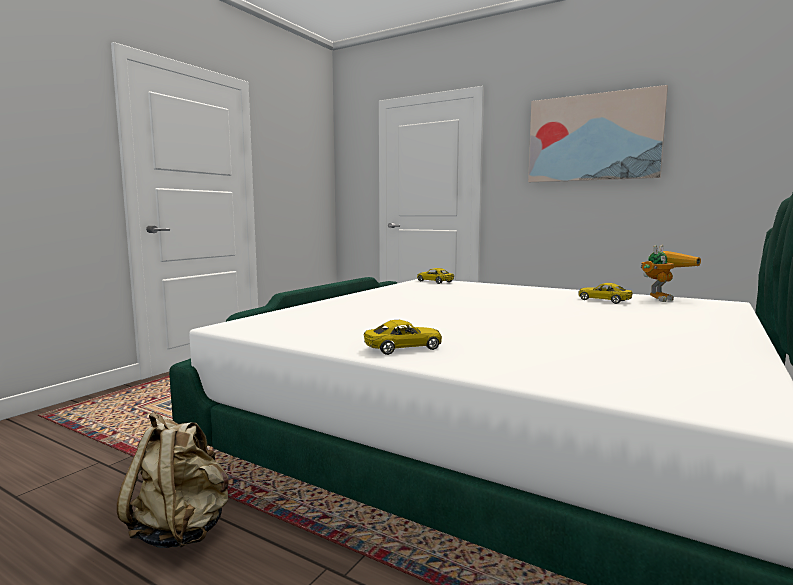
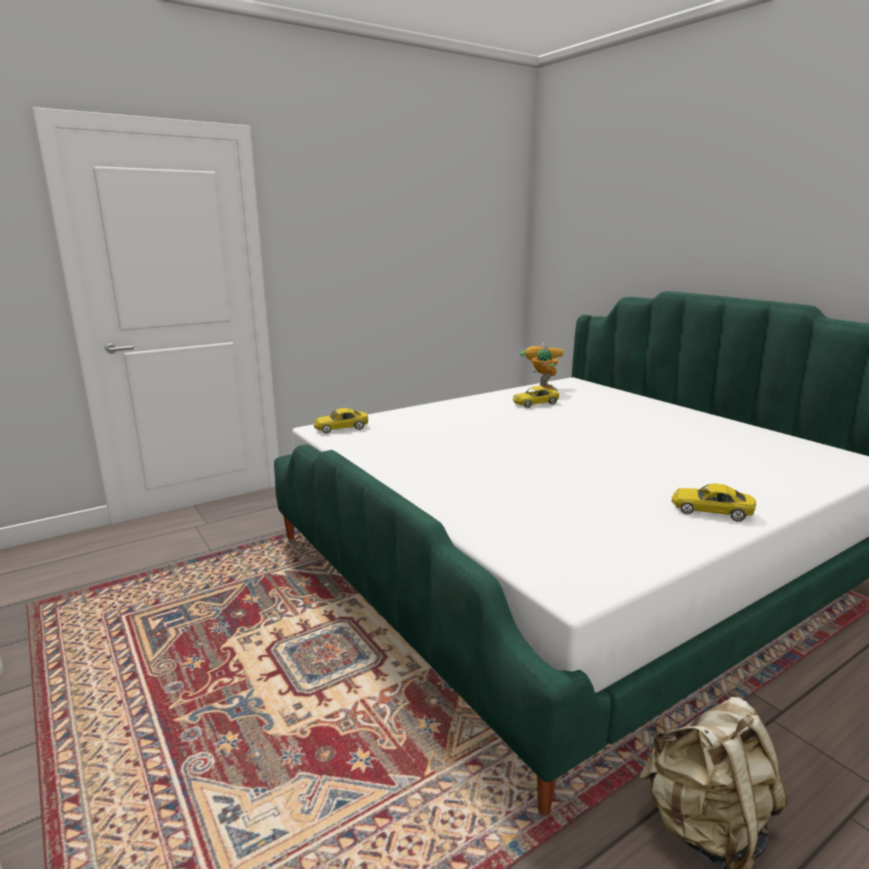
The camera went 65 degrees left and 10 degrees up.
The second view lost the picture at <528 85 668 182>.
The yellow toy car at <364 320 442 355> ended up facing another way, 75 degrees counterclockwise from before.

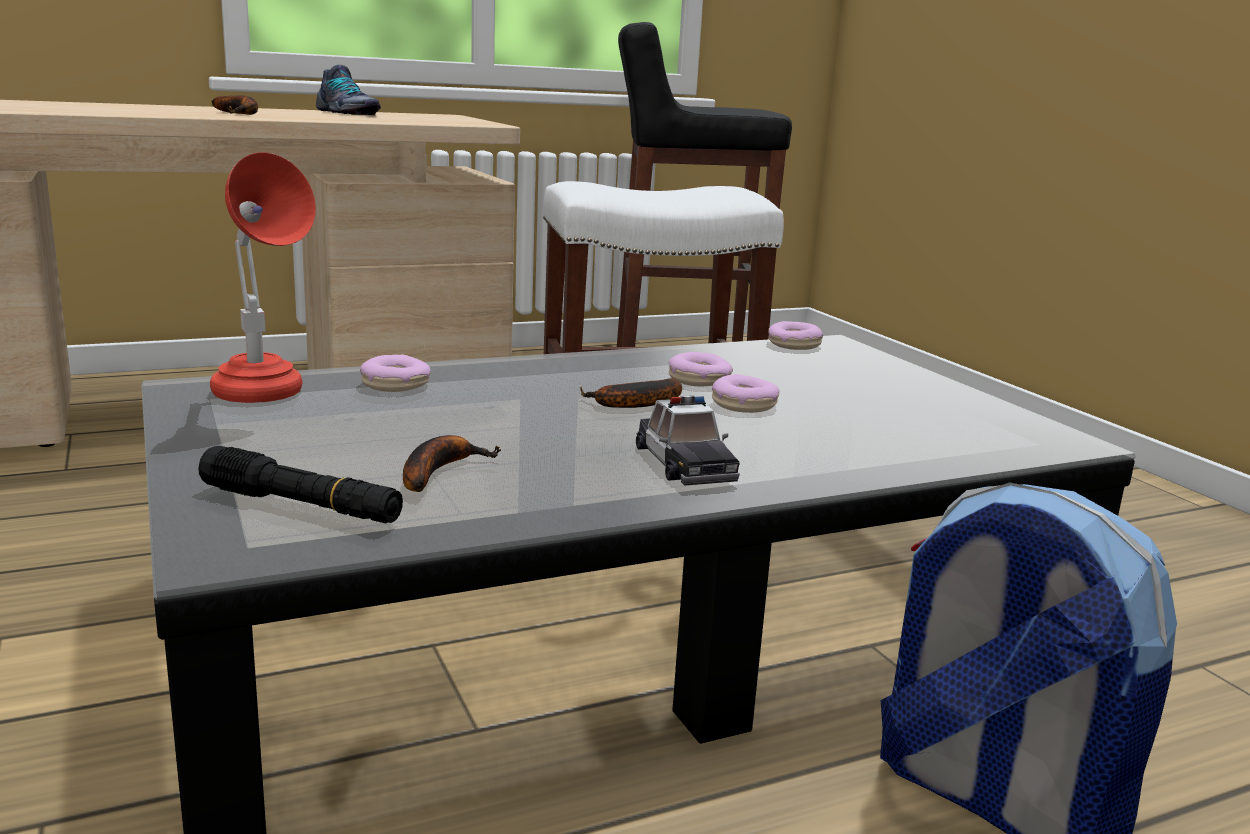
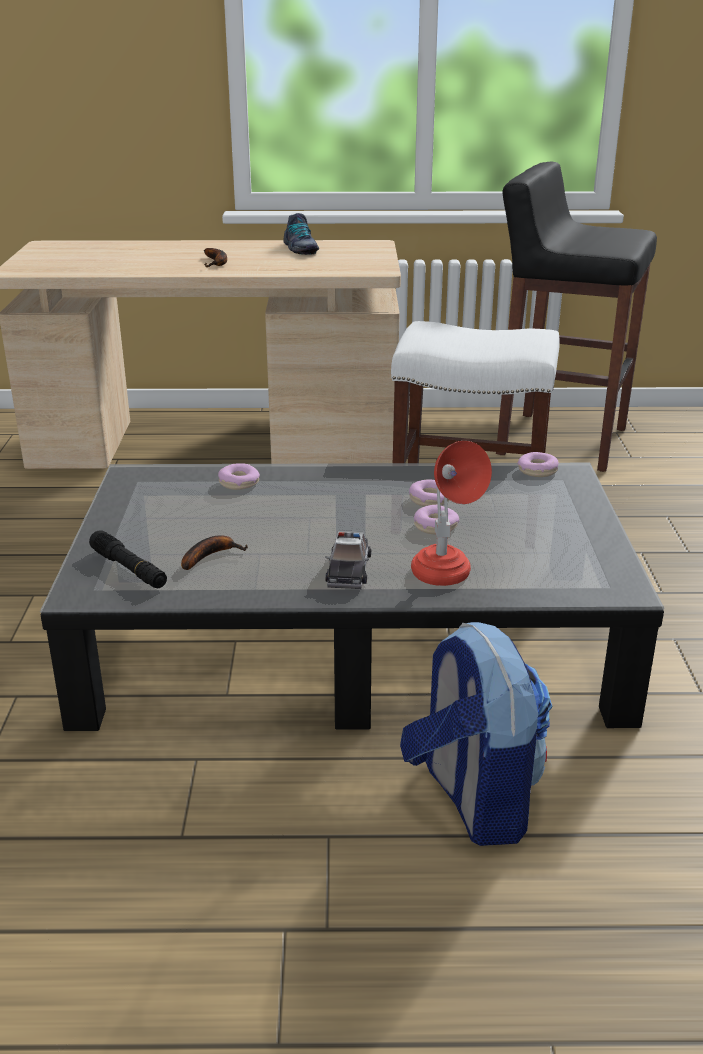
The camera went 25 degrees right and 10 degrees up.
The second view lost the banana at <580 378 682 408>.
The red table lamp ended up elsewhere, having gone from <210 152 316 403> to <411 441 492 586>.

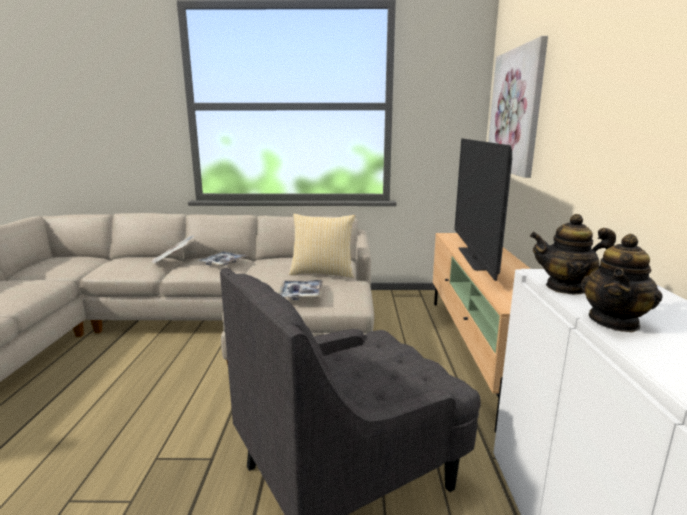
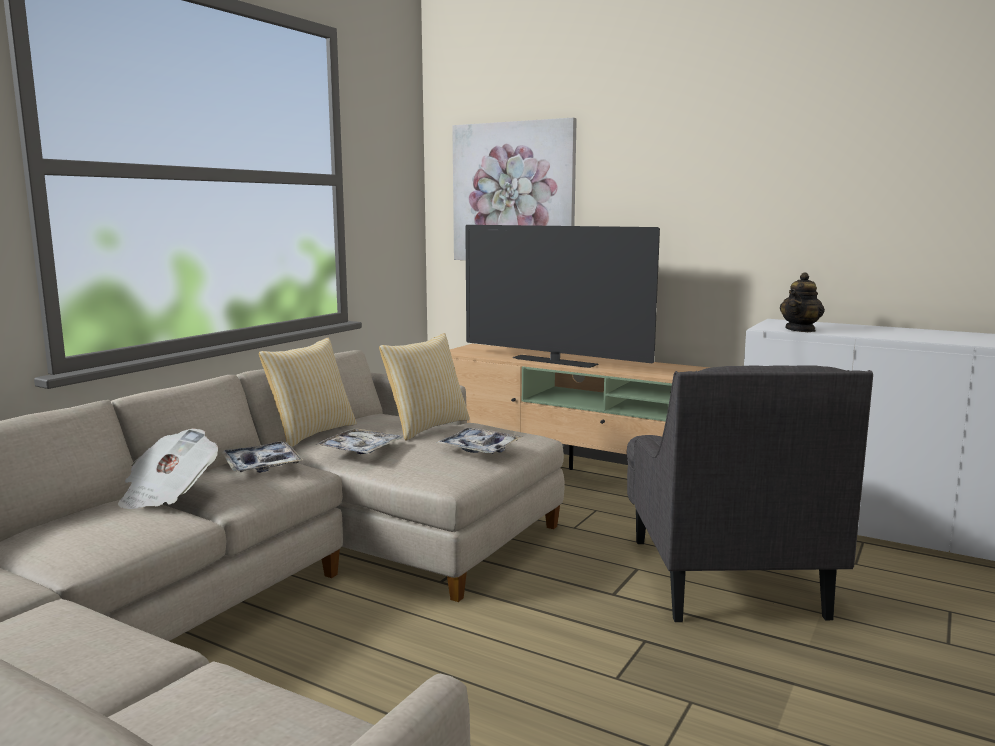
The camera went 60 degrees left and 5 degrees down.
The second view lost the teapot at <581 234 663 332>.
The second view gained the pillow at <259 337 357 447>.
The second view gained the tray at <316 428 403 454>.

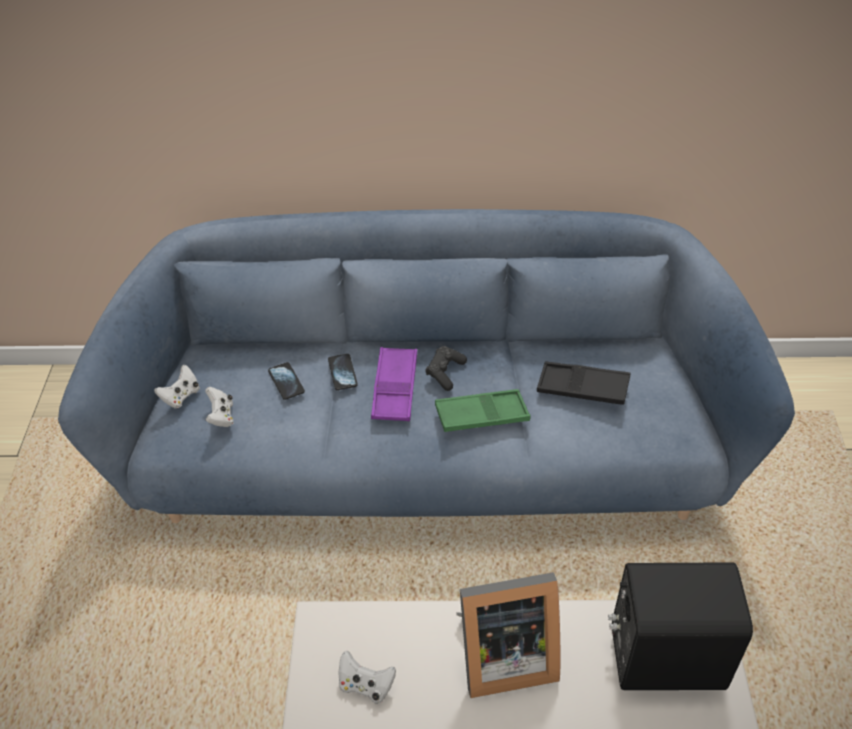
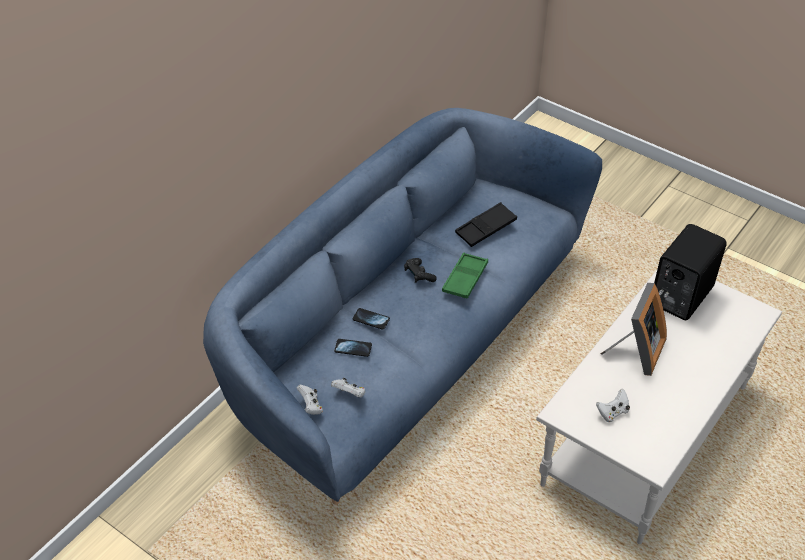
The camera went 55 degrees left and 0 degrees up.
The second view lost the purple tray at <371 347 417 421>.

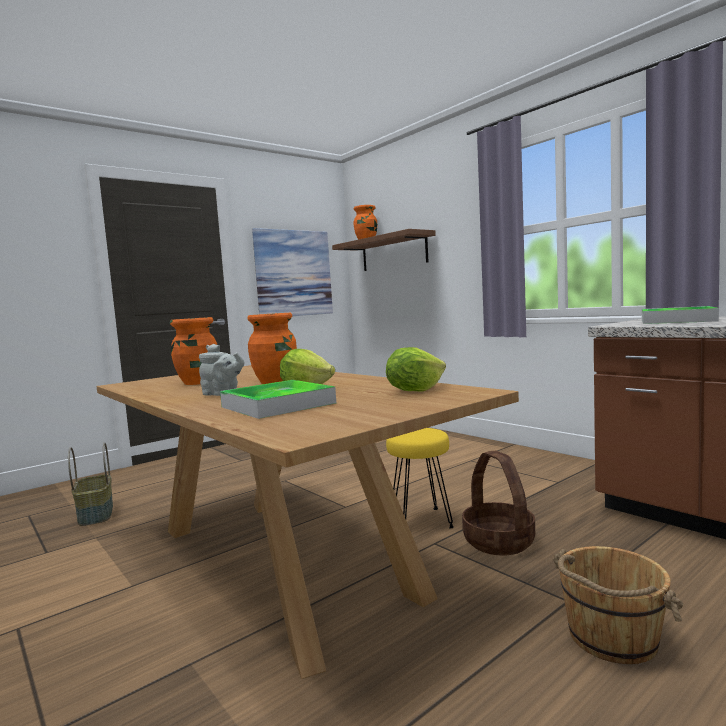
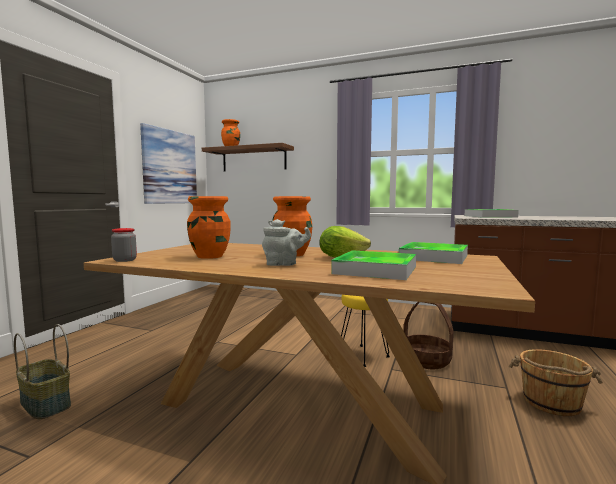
The camera went 30 degrees left and 0 degrees up.
The second view gained the jar at <111 228 137 262>.
Where the lettuce stood at <386 347 446 392>, the tray came to stand at <399 242 468 264>.

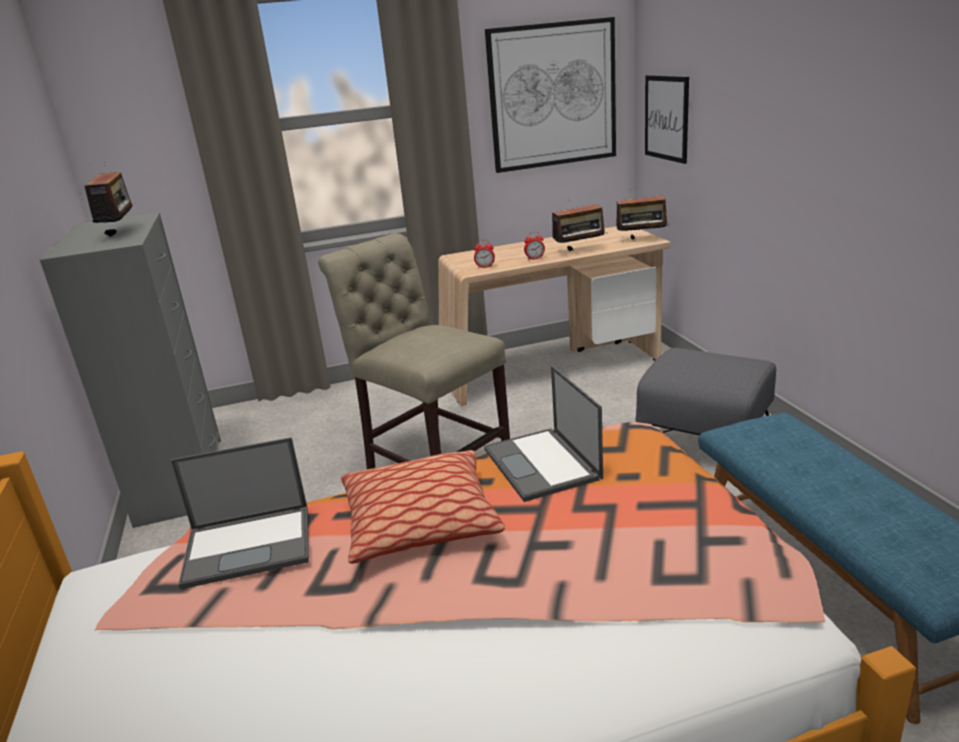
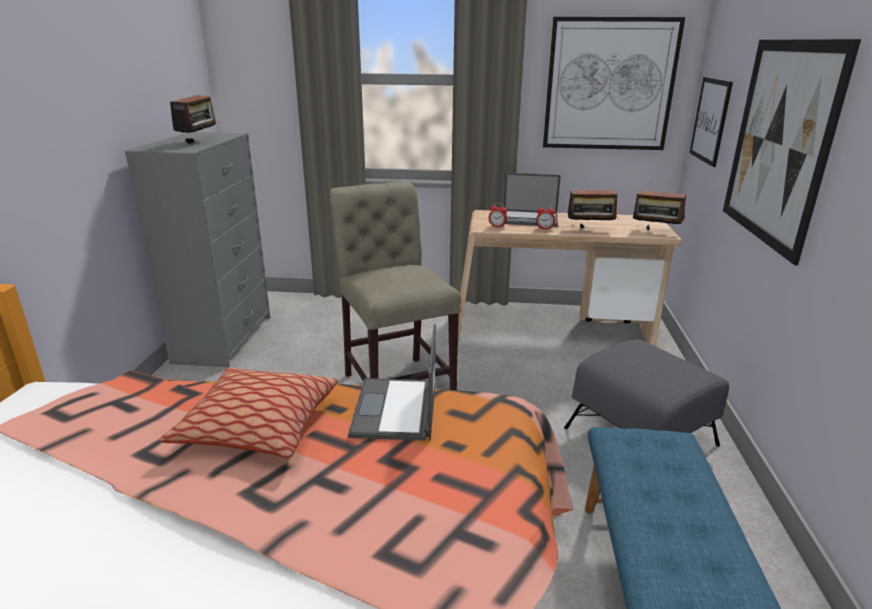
The camera went 20 degrees right and 0 degrees up.
The second view gained the picture at <723 39 861 265>.
The laptop ended up elsewhere, having gone from <171 437 309 589> to <504 173 561 227>.

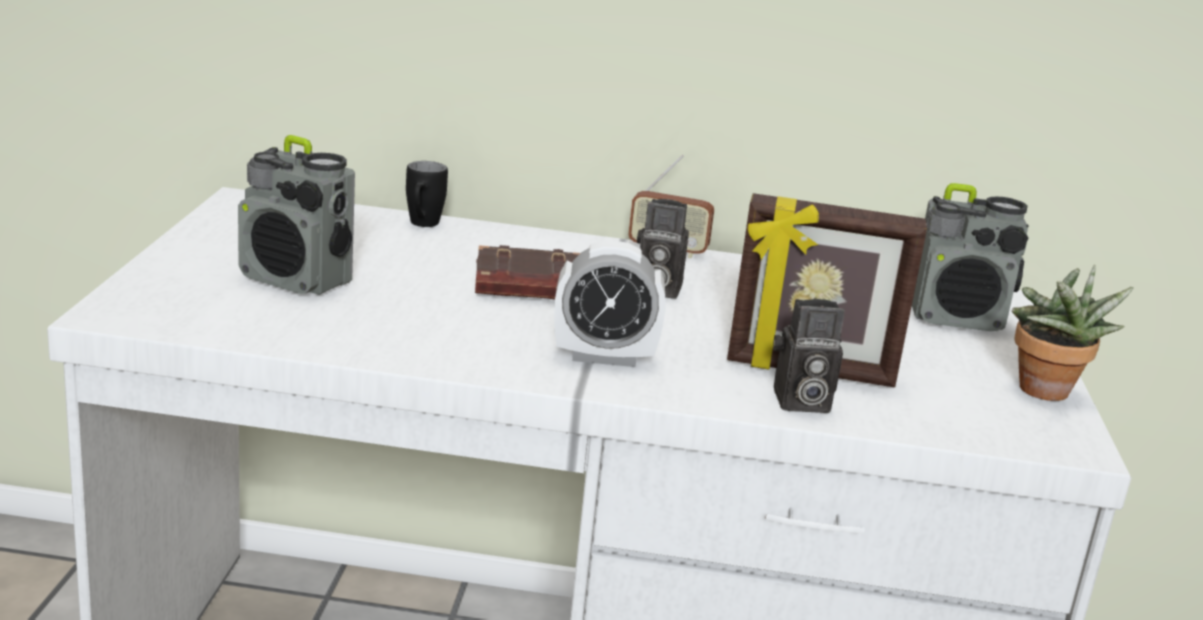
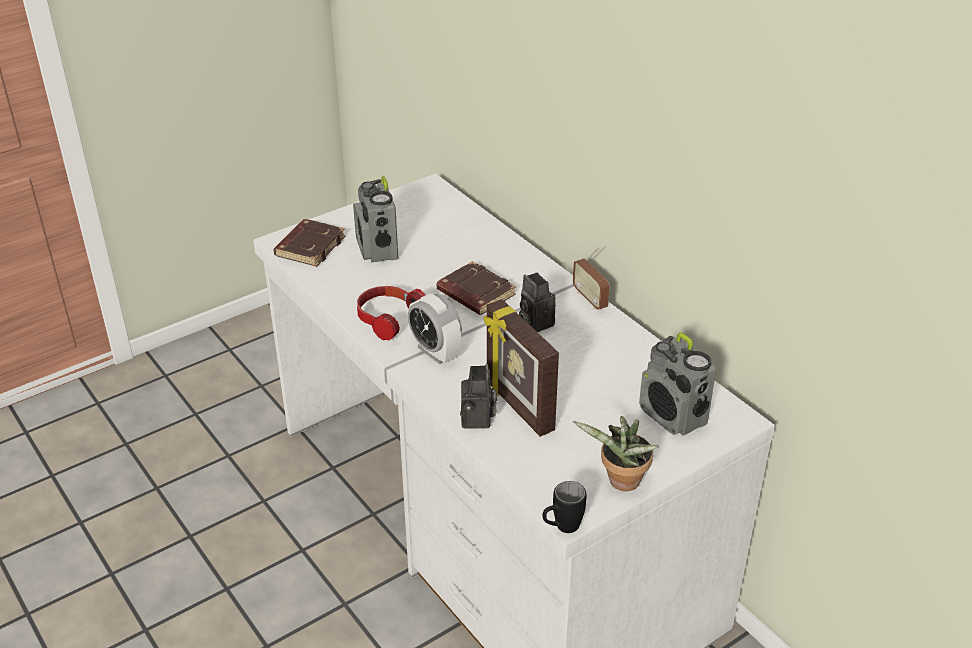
The camera went 50 degrees right and 15 degrees up.
The second view gained the brown book at <273 219 345 267>.
The second view gained the headphones at <357 286 426 341>.
The black mug ended up elsewhere, having gone from <406 161 448 227> to <542 481 586 533>.
The photo camera at <773 299 845 413> ended up facing another way, 135 degrees counterclockwise from before.

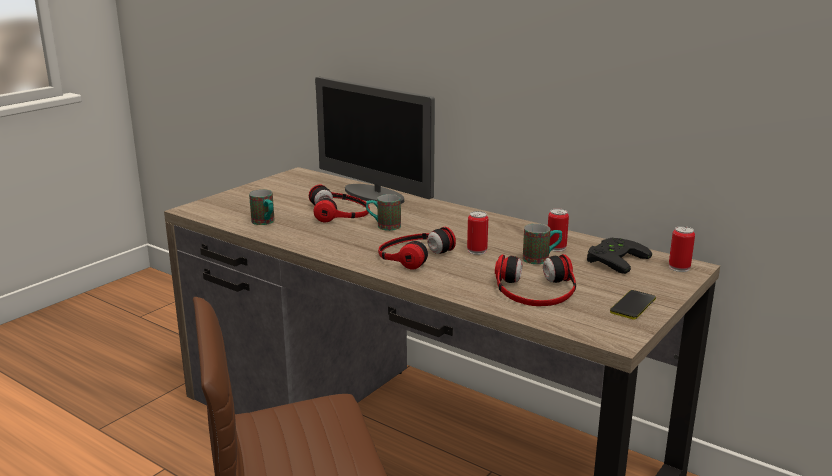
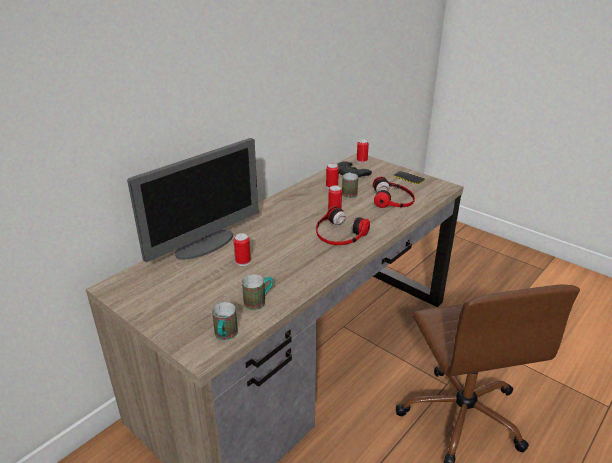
The camera went 85 degrees left and 10 degrees up.
The mug ended up elsewhere, having gone from <366 194 401 231> to <212 302 238 340>.
Where the headphones stood at <309 185 370 223>, the can came to stand at <234 233 251 266>.

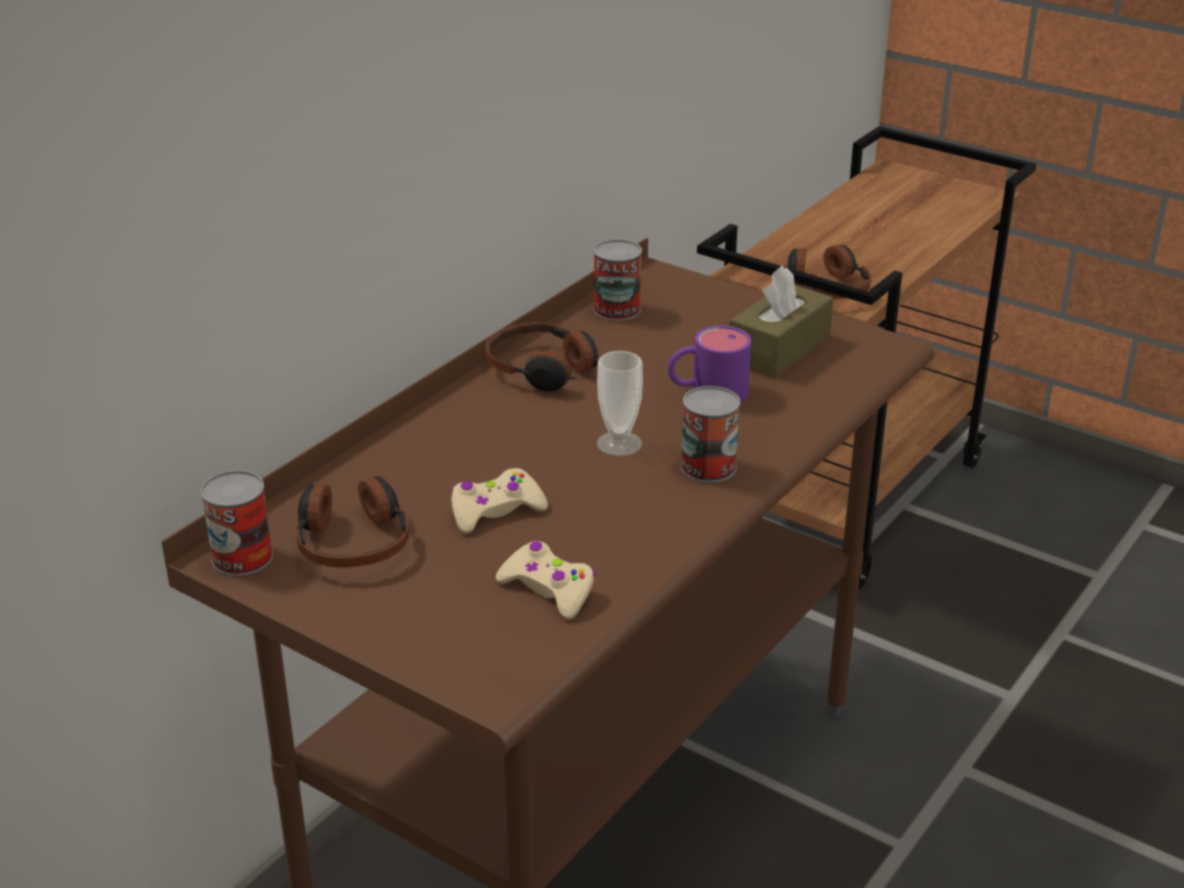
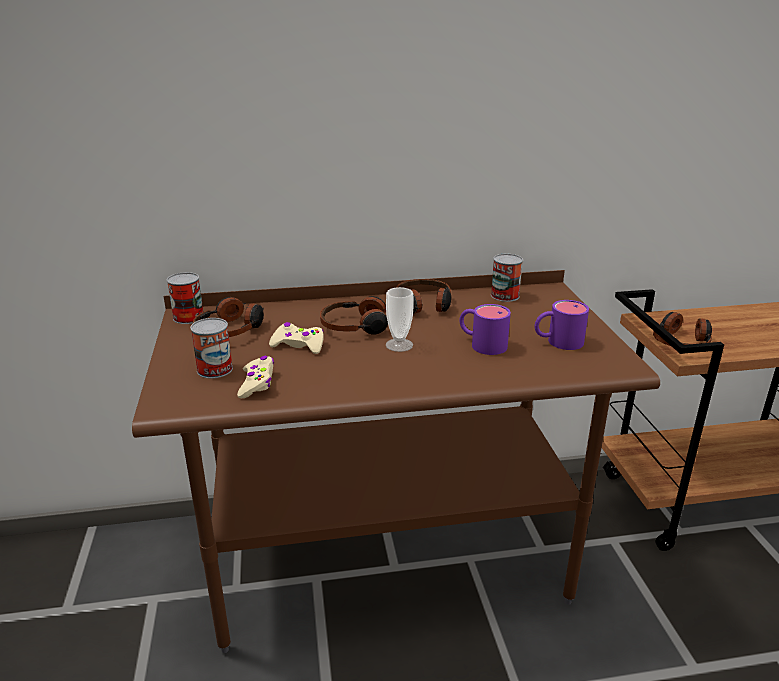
The camera went 45 degrees right and 5 degrees down.
The second view gained the headphones at <320 296 388 335>.
The can ended up elsewhere, having gone from <681 386 740 483> to <190 318 233 379>.
Where the brown tissue box stood at <729 265 833 378>, the purple mug came to stand at <535 300 589 350>.

